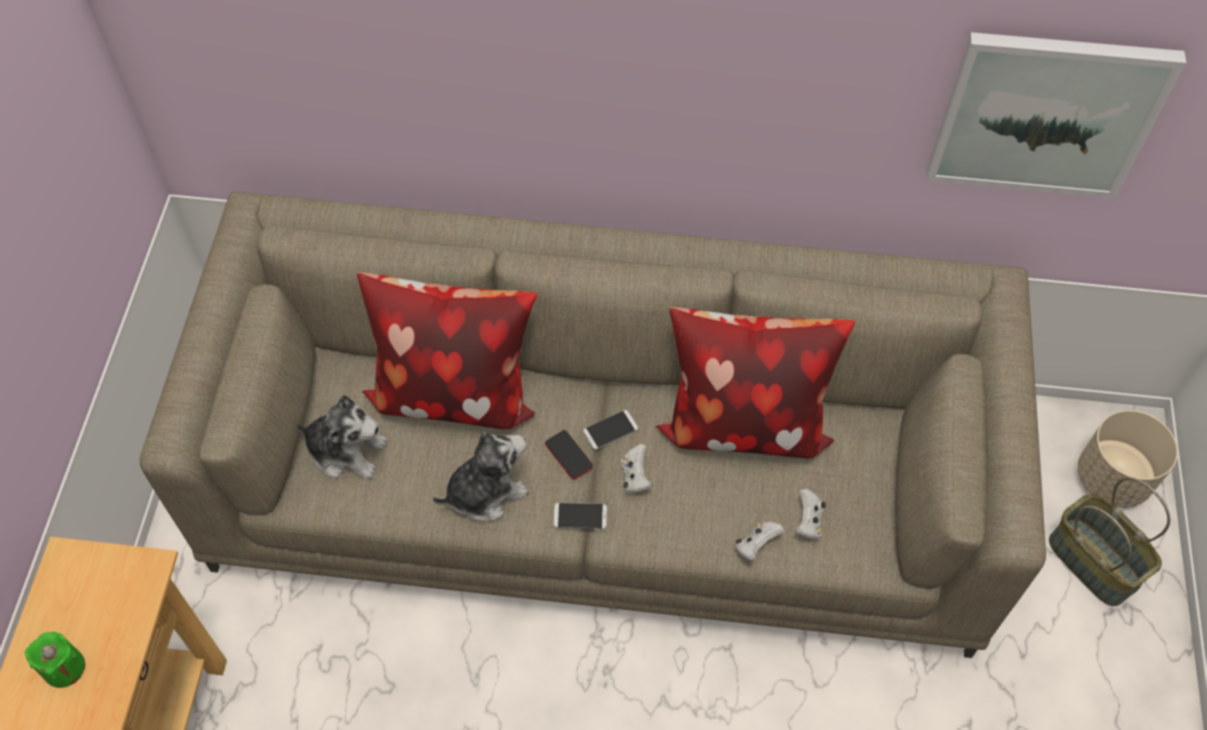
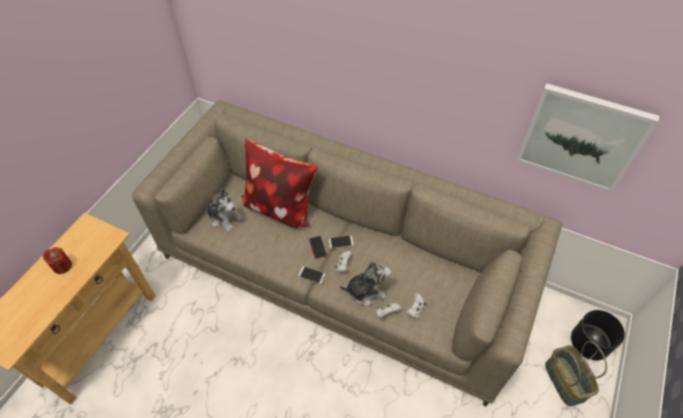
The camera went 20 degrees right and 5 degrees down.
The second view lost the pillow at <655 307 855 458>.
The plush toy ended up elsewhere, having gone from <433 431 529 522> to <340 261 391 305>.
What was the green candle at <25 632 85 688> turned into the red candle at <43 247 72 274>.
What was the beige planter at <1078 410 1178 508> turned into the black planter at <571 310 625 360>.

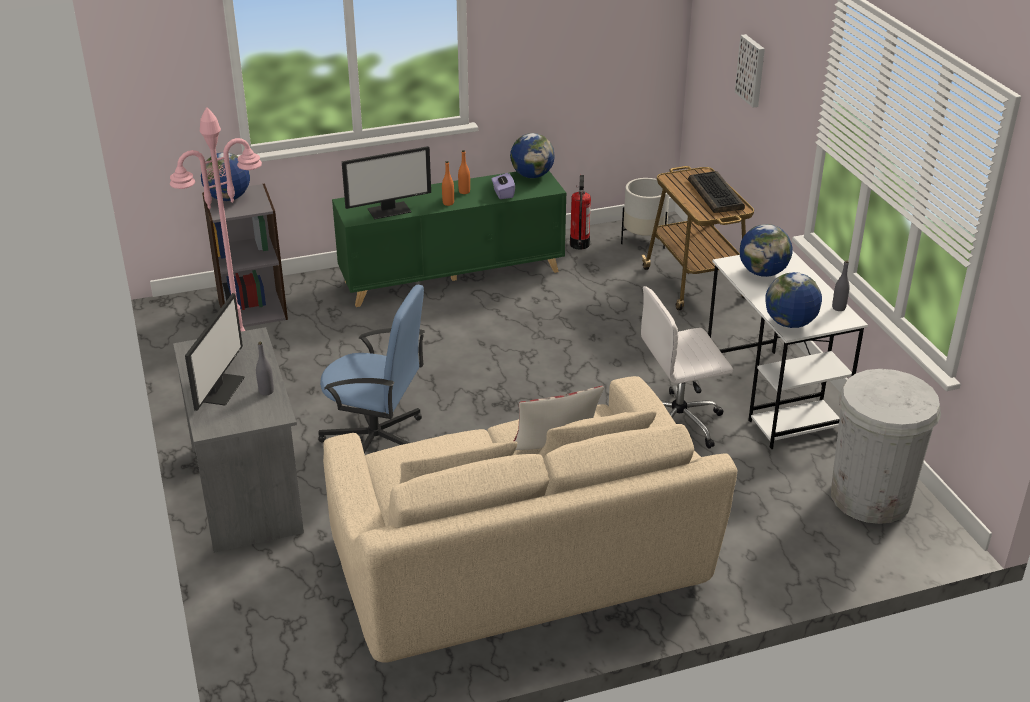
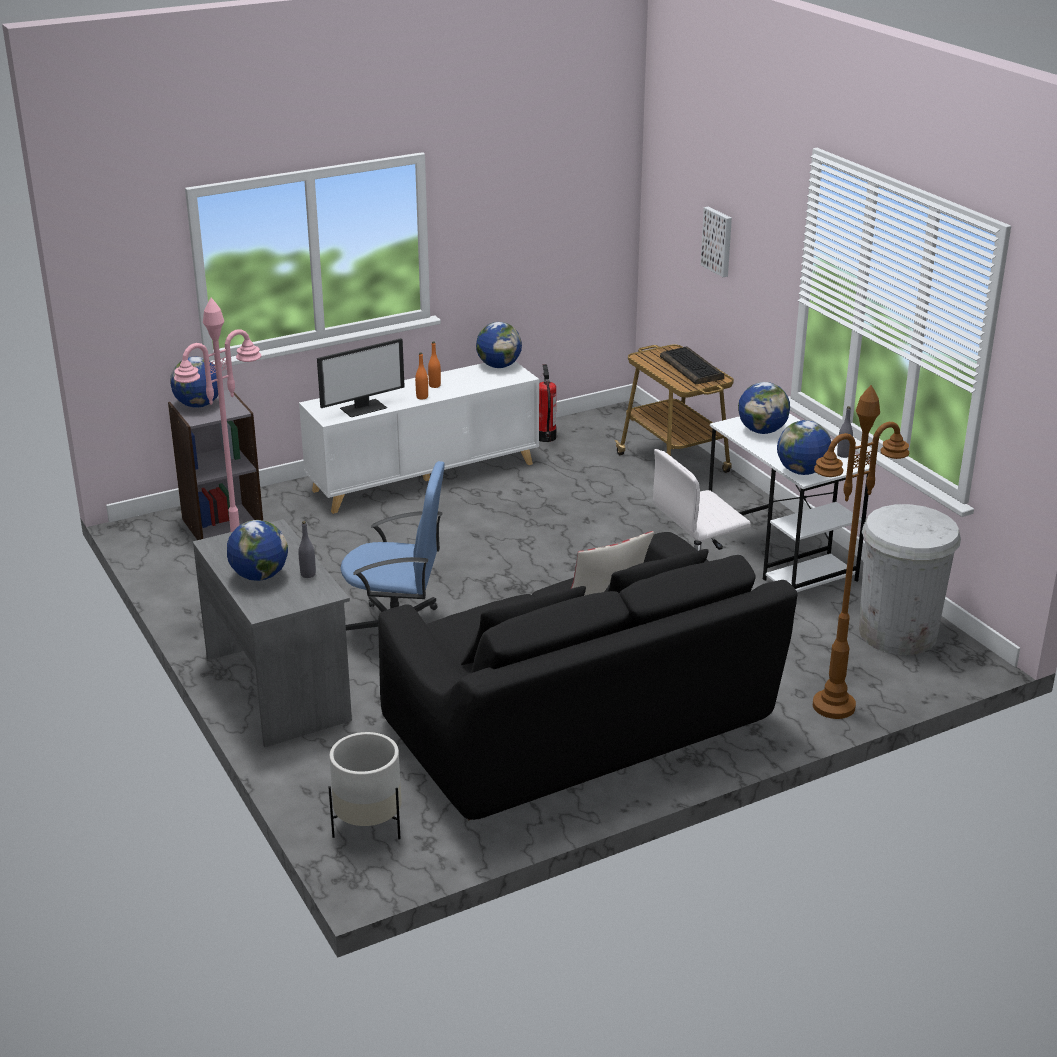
The camera went 10 degrees left and 5 degrees down.
The second view lost the purple tissue box at <492 173 515 199>.
The second view gained the brown floor lamp at <813 385 909 719>.
The white planter ended up elsewhere, having gone from <621 178 669 249> to <328 732 402 840>.
Where the monitor stood at <185 293 245 411>, the globe came to stand at <227 520 288 581>.
What was the beige sofa at <323 376 737 663> turned into the black sofa at <378 532 797 820>.
What was the green cabinet at <332 171 566 307> turned into the white cabinet at <299 361 539 514>.

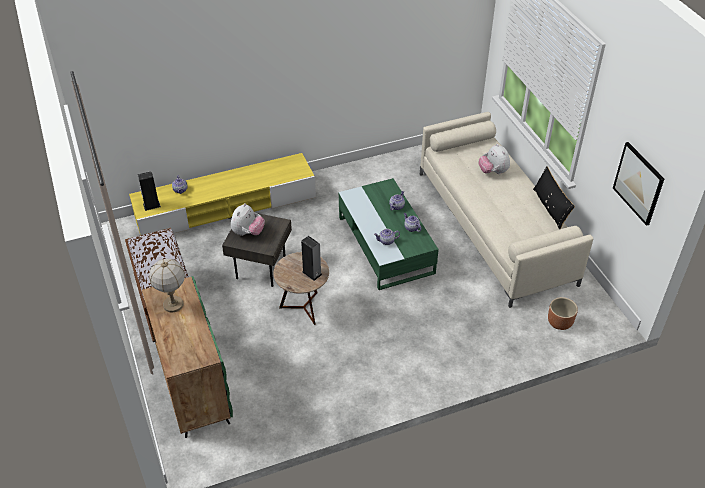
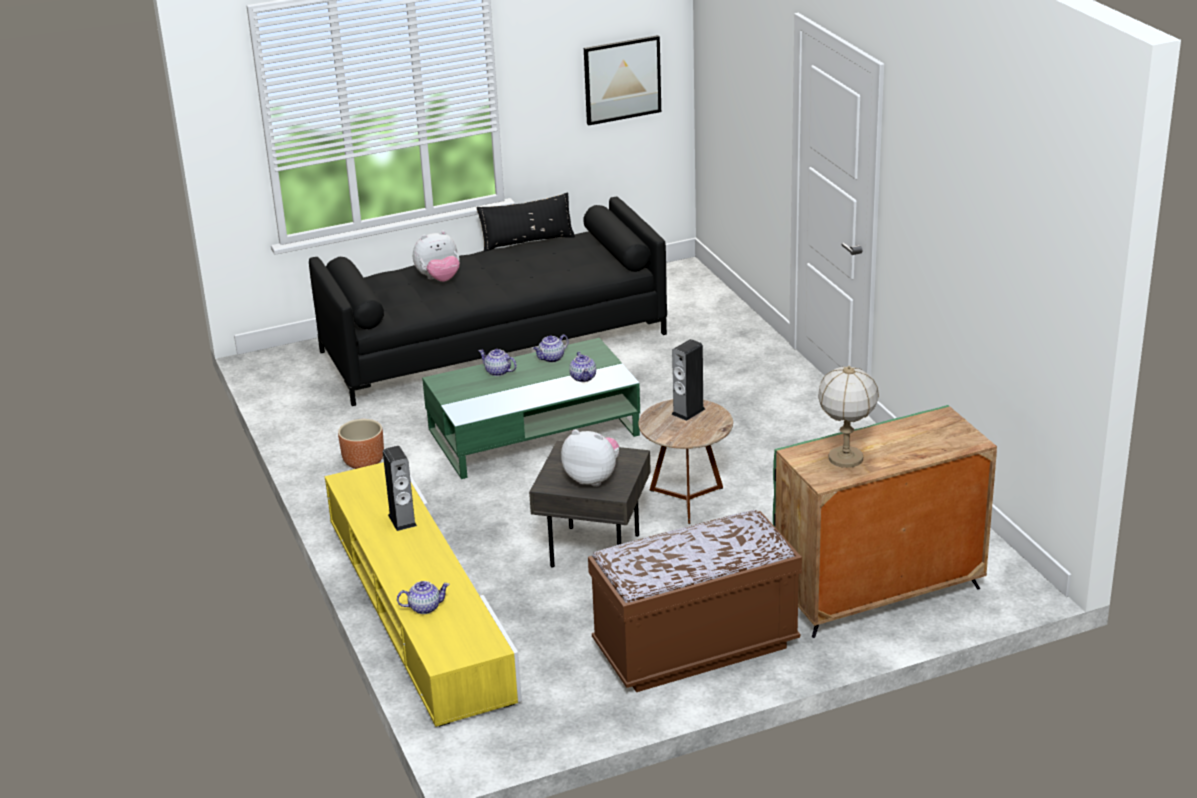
The camera went 90 degrees left and 15 degrees down.
The speaker ended up elsewhere, having gone from <137 171 161 211> to <383 446 417 531>.
The brown planter ended up elsewhere, having gone from <548 297 578 330> to <338 419 384 469>.
What was the beige sofa at <420 112 593 308> turned into the black sofa at <309 197 667 406>.

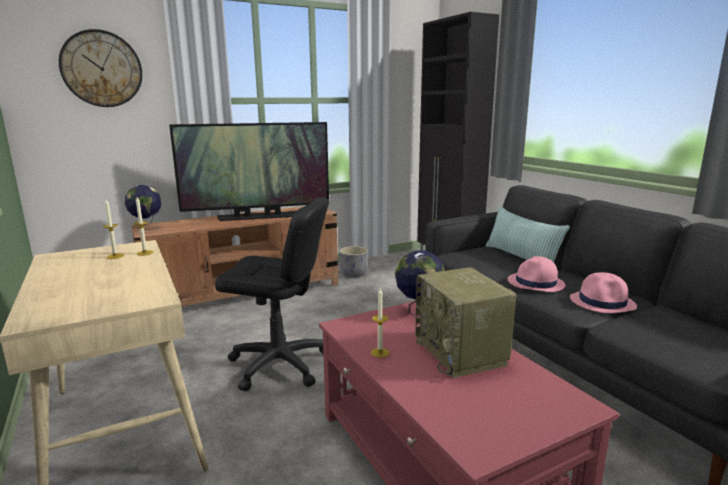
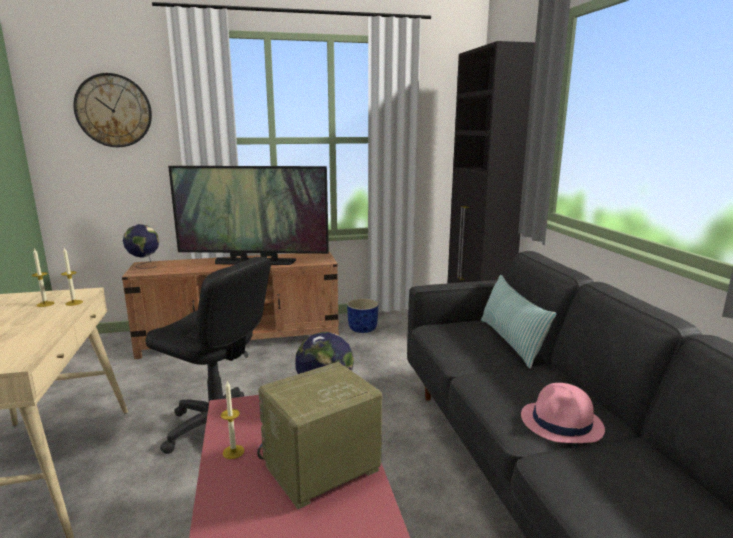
The camera went 15 degrees right and 0 degrees up.
The second view lost the pink hat at <508 256 565 292>.
What was the grey planter at <339 246 368 277> turned into the blue planter at <347 298 378 333>.
The radio at <415 267 517 378> ended up facing another way, 60 degrees clockwise from before.

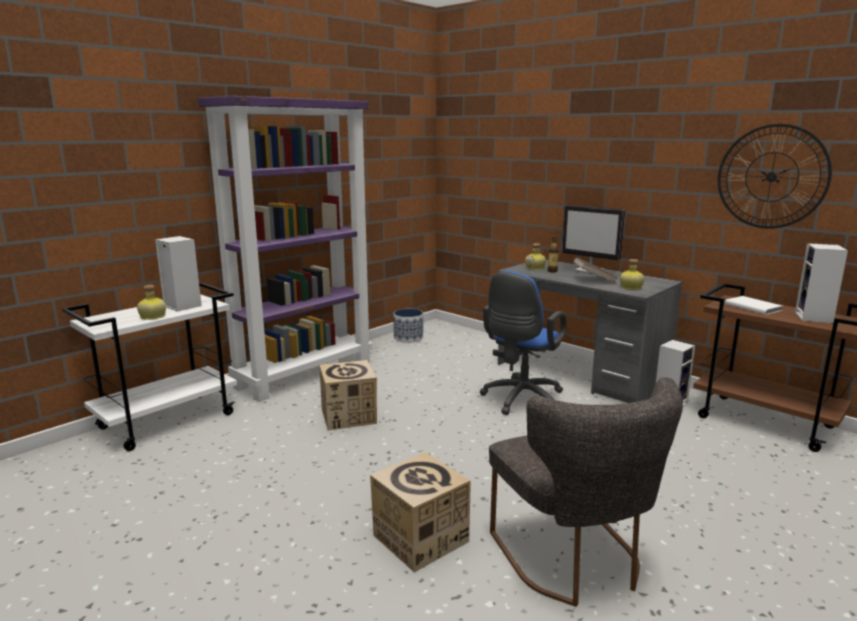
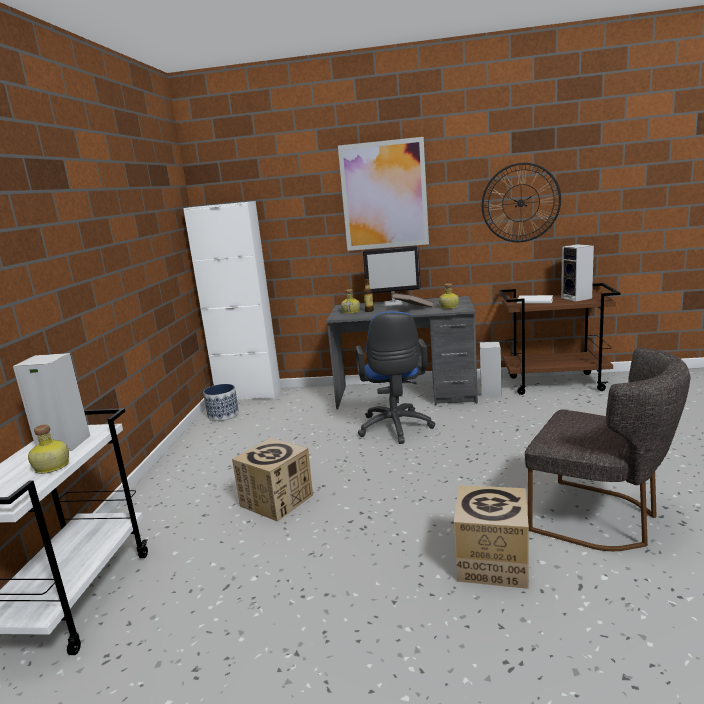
The camera went 35 degrees left and 0 degrees up.
The second view lost the purple bookcase at <198 96 372 402>.
The second view gained the white cabinet at <183 201 281 400>.
The second view gained the picture at <338 137 429 251>.

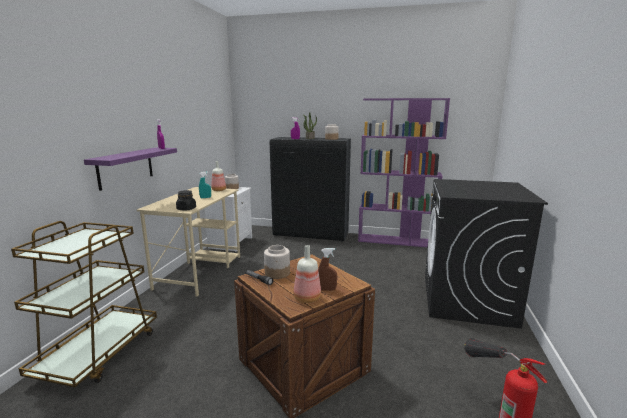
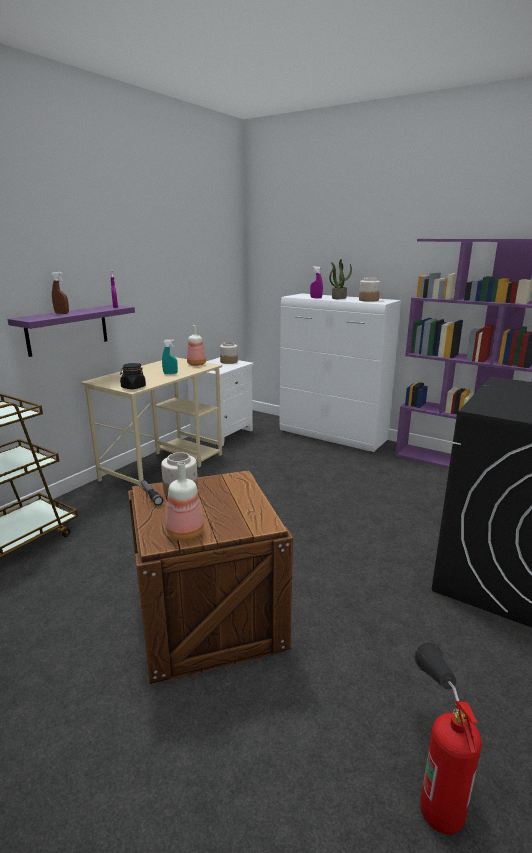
The camera went 20 degrees right and 5 degrees up.
The brown spray bottle ended up elsewhere, having gone from <318 248 337 290> to <52 272 69 314>.
What was the black cabinet at <270 137 351 242> turned into the white cabinet at <280 293 401 453>.

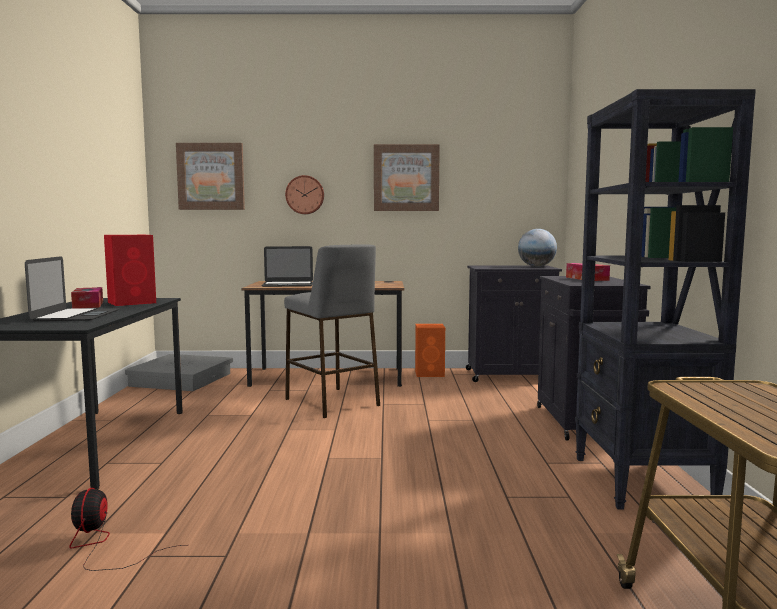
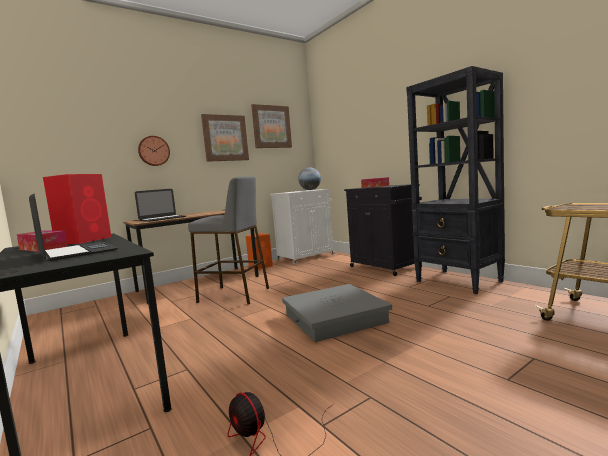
The camera went 35 degrees left and 0 degrees up.
The grey storage box ended up elsewhere, having gone from <125 354 233 391> to <282 284 392 342>.
The picture ended up elsewhere, having gone from <176 143 245 210> to <251 104 292 148>.
What was the black cabinet at <466 265 562 382> turned into the white cabinet at <270 189 334 265>.

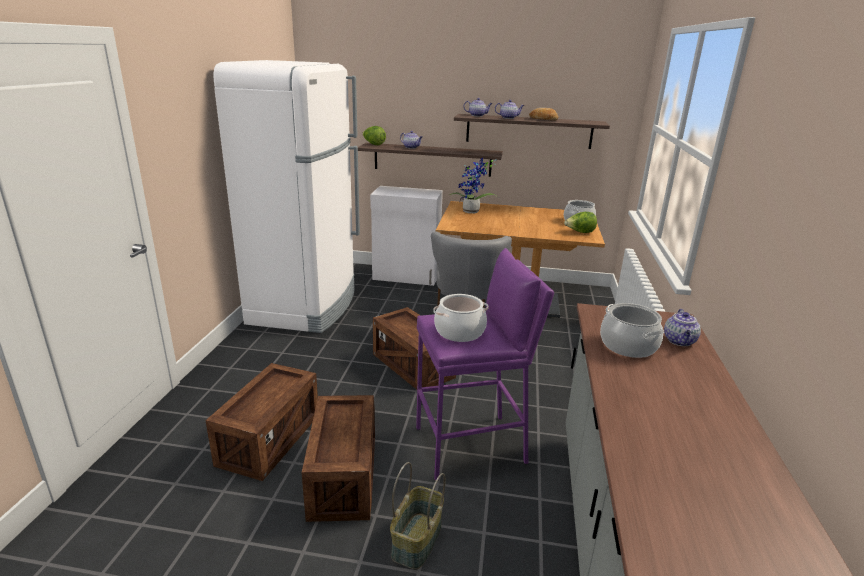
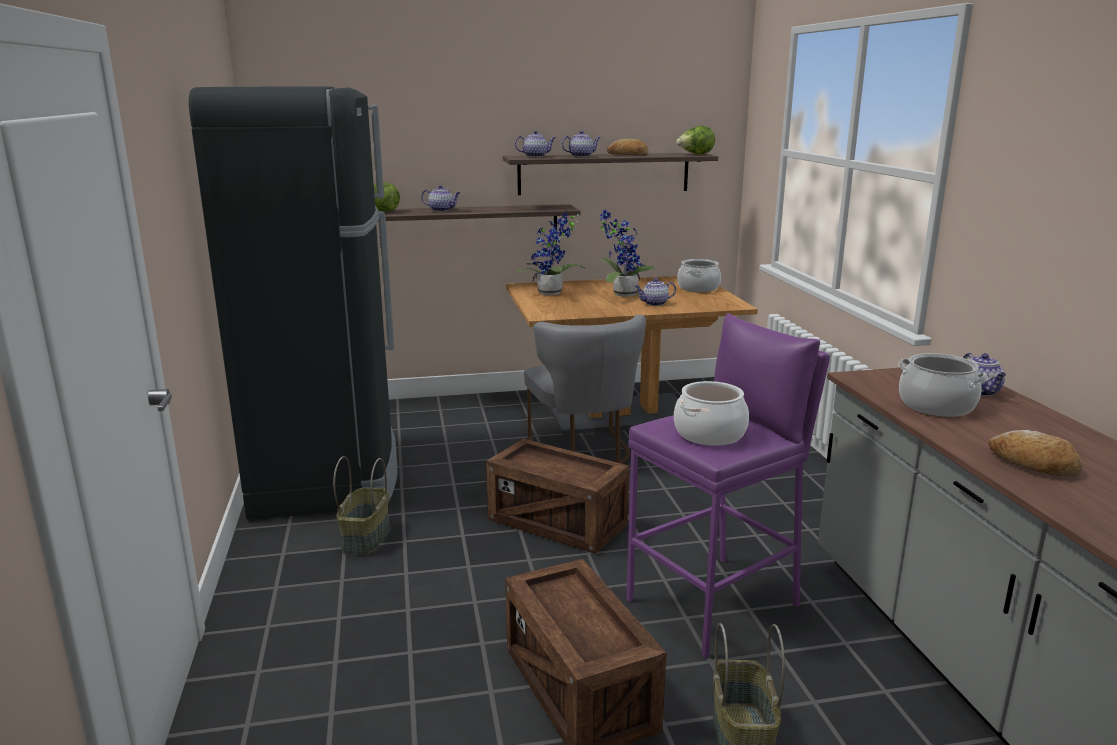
The camera went 20 degrees left and 5 degrees down.
The second view lost the crate at <205 363 318 481>.
The second view lost the white cabinet at <370 186 443 286>.
The second view gained the basket at <333 456 390 555>.
The second view gained the potted plant at <598 210 654 297>.
The second view gained the teapot at <635 278 676 306>.
The second view gained the bread at <988 430 1083 476>.
The lettuce ended up elsewhere, having gone from <564 212 597 233> to <676 126 715 155>.
What was the white fridge at <213 60 360 333> turned into the black fridge at <189 87 398 520>.

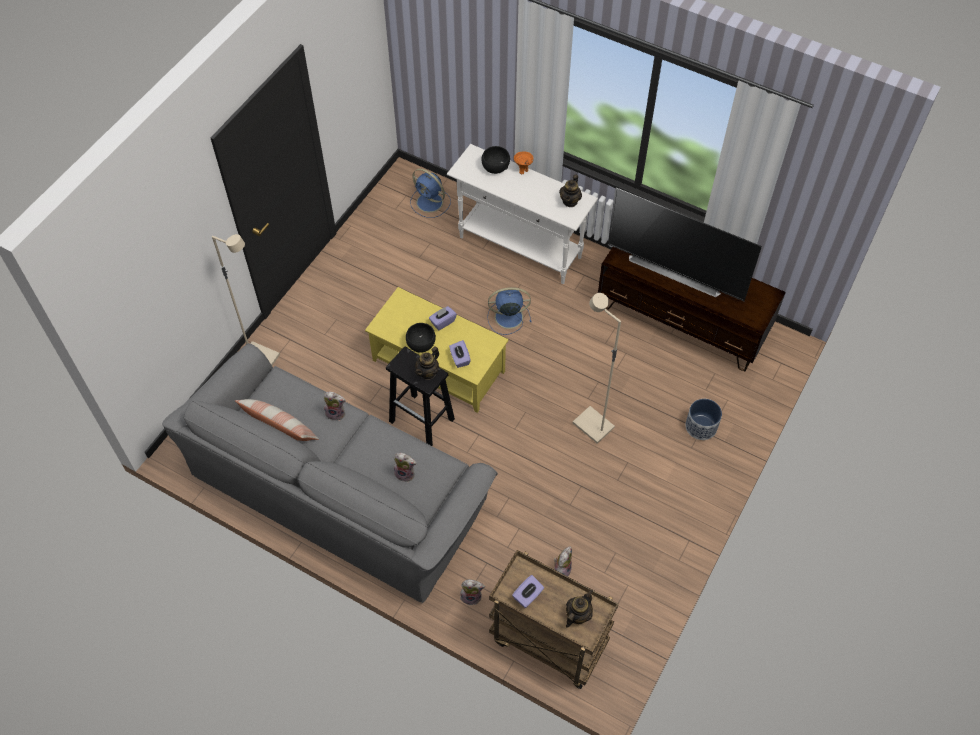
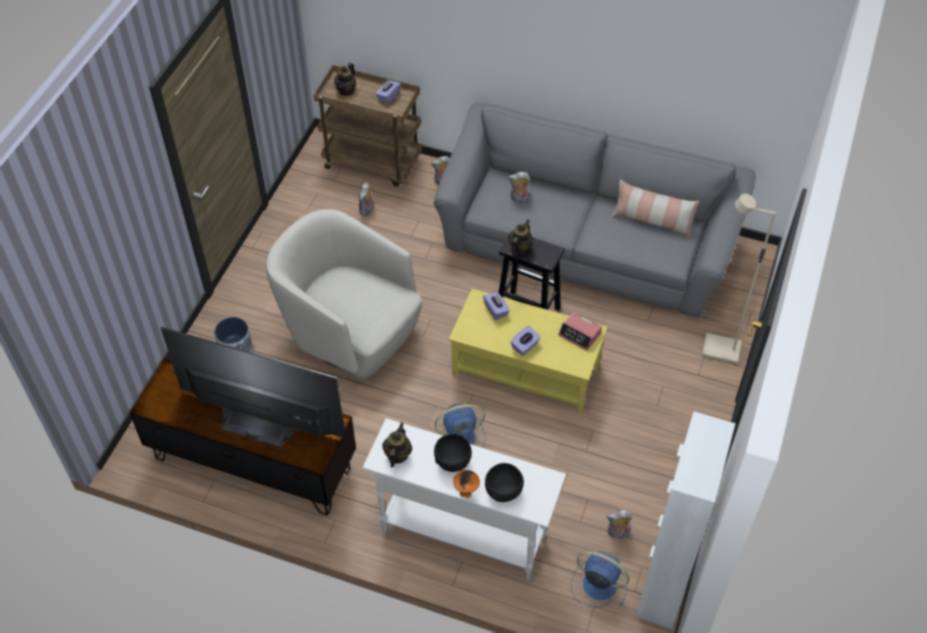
The camera went 170 degrees right and 5 degrees down.
The second view gained the alarm clock at <558 312 602 351>.
The second view gained the white cabinet at <636 411 736 629>.
The plush toy ended up elsewhere, having gone from <323 392 346 421> to <606 510 632 539>.
The black bowl ended up elsewhere, having gone from <406 323 436 353> to <434 434 472 472>.
Where the beige floor lamp stood at <573 293 621 444>, the beige armchair came to stand at <266 209 422 379>.

